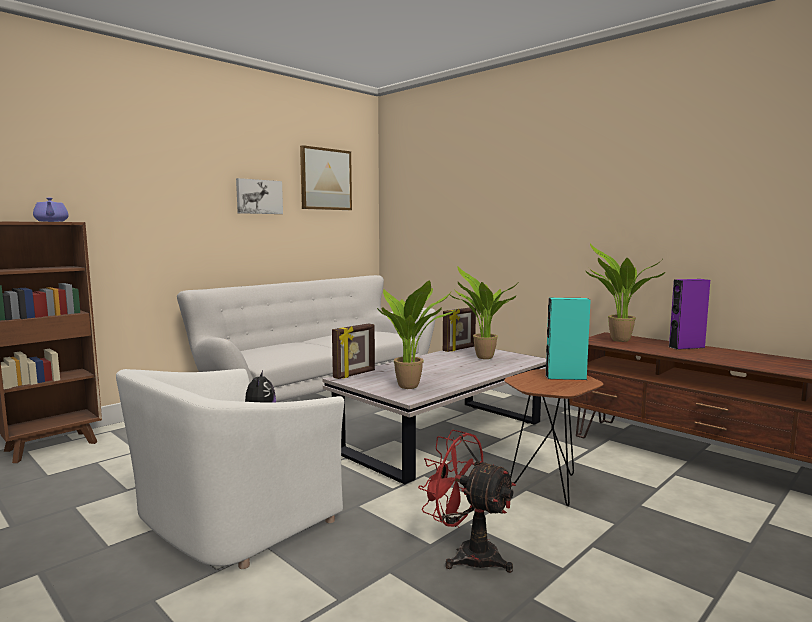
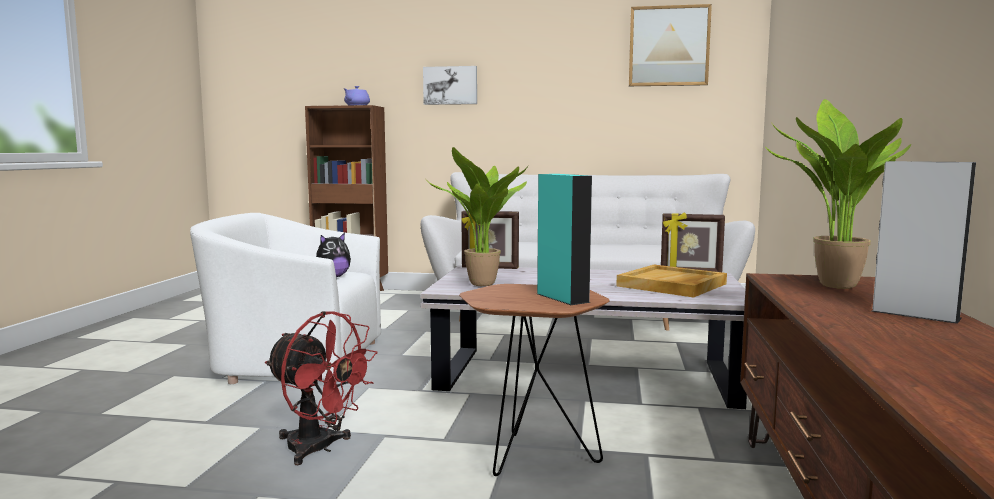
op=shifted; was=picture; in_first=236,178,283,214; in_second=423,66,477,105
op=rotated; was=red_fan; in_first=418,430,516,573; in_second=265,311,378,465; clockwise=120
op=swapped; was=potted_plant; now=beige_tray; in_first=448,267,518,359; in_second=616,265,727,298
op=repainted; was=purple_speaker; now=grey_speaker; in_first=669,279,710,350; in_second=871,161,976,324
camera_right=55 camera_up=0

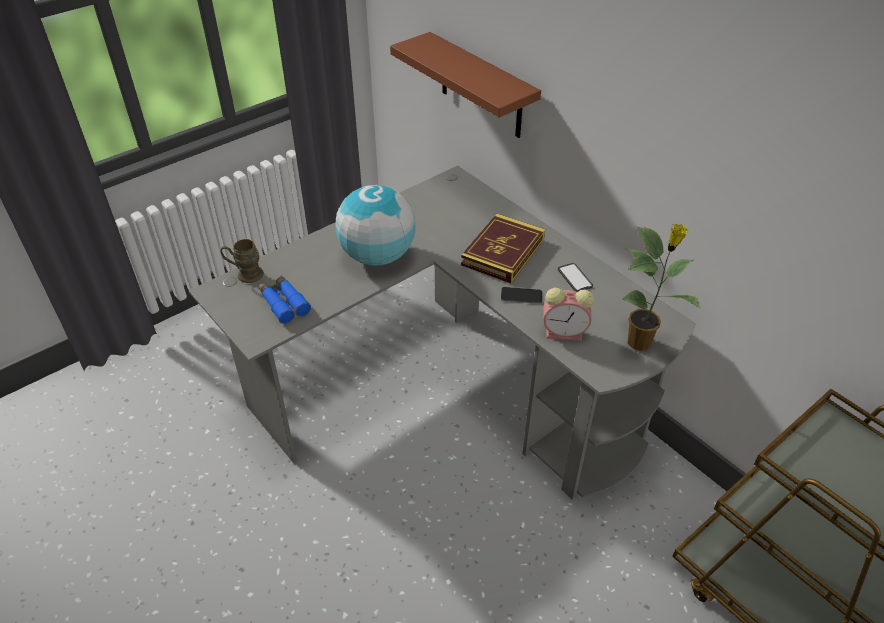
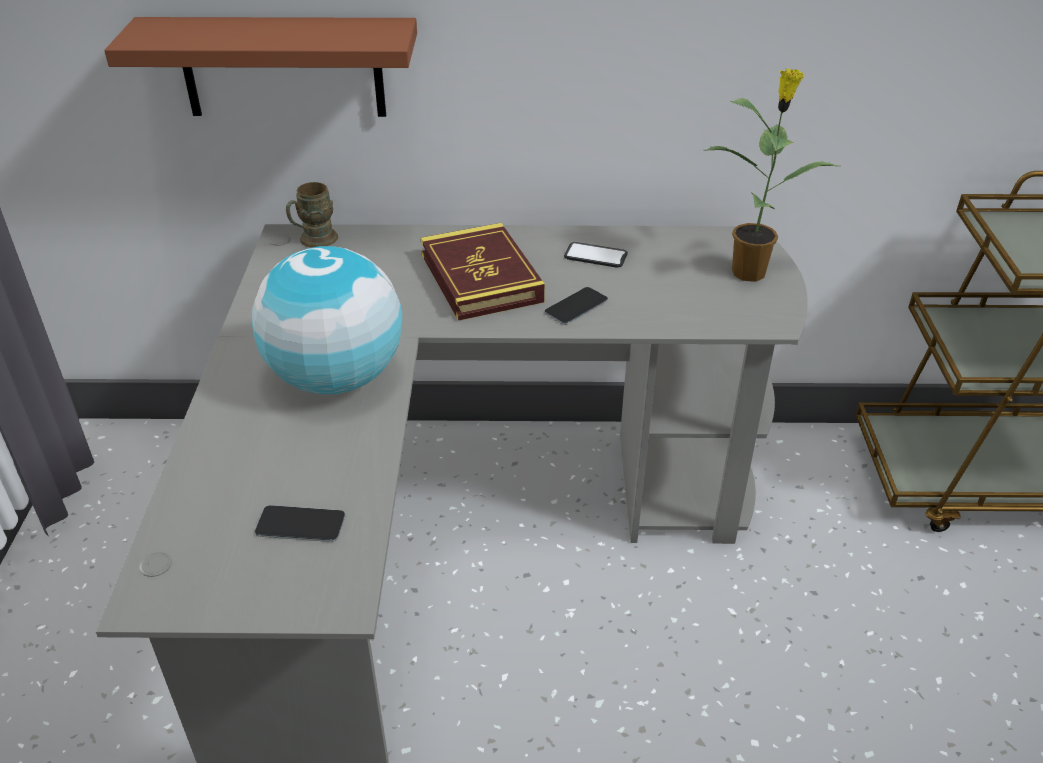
op=shifted; was=brown_mug; in_first=220,239,264,283; in_second=286,182,338,248
op=swapped; was=blue_binoculars; now=phone; in_first=259,275,311,324; in_second=255,505,345,542
op=gone; was=alarm_clock; in_first=543,288,594,341
camera_right=-50 camera_up=-5

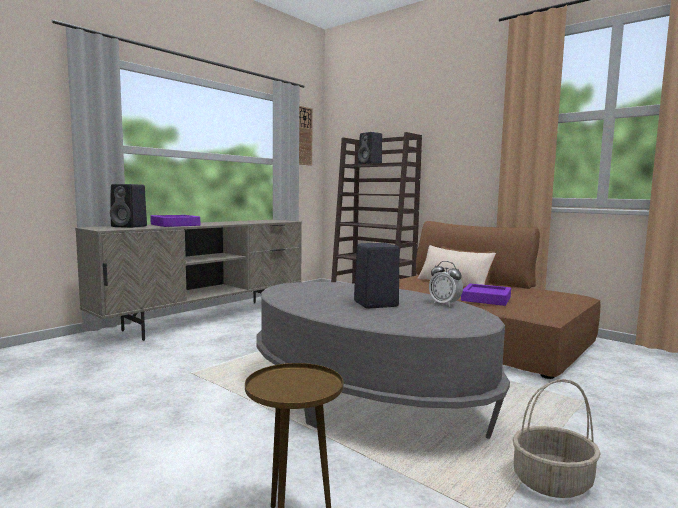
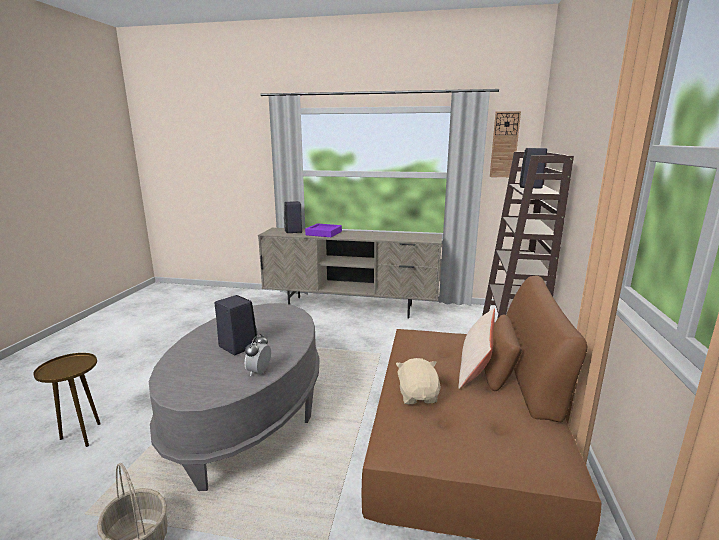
op=swapped; was=purple_tray; now=beige_plush_toy; in_first=461,283,511,306; in_second=396,358,441,404
camera_right=60 camera_up=10

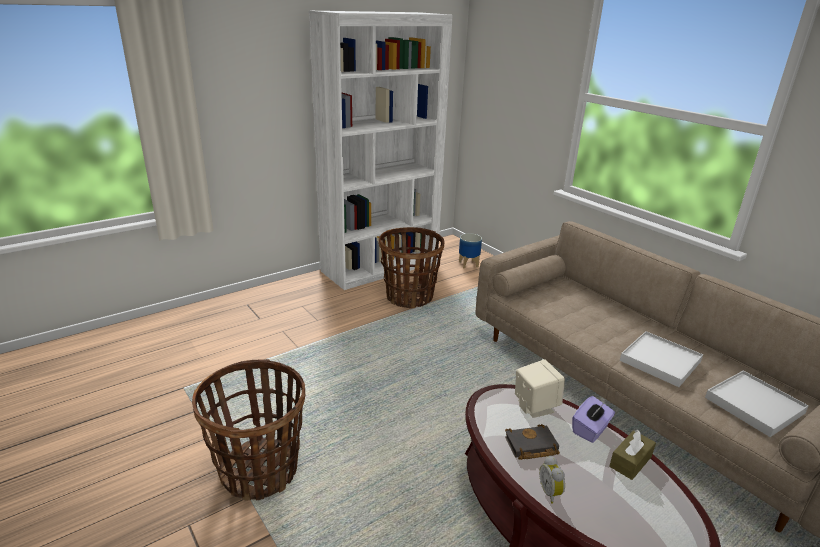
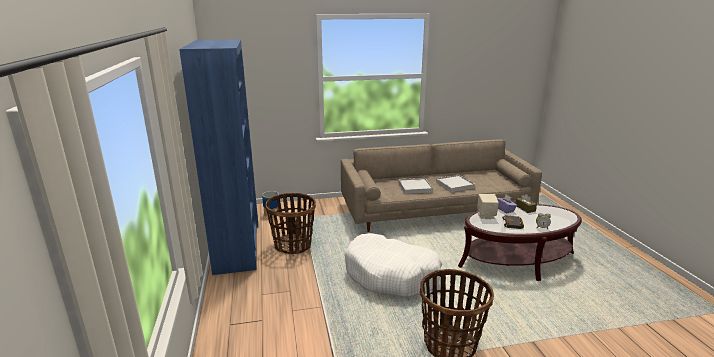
op=repainted; was=white_bookcase; now=blue_bookcase; in_first=309,11,453,290; in_second=179,39,258,275
op=shifted; was=white_tray; in_first=705,370,809,437; in_second=398,178,433,194
op=new; now=white_dog_bed; in_second=345,233,442,298
camera_right=-65 camera_up=-5

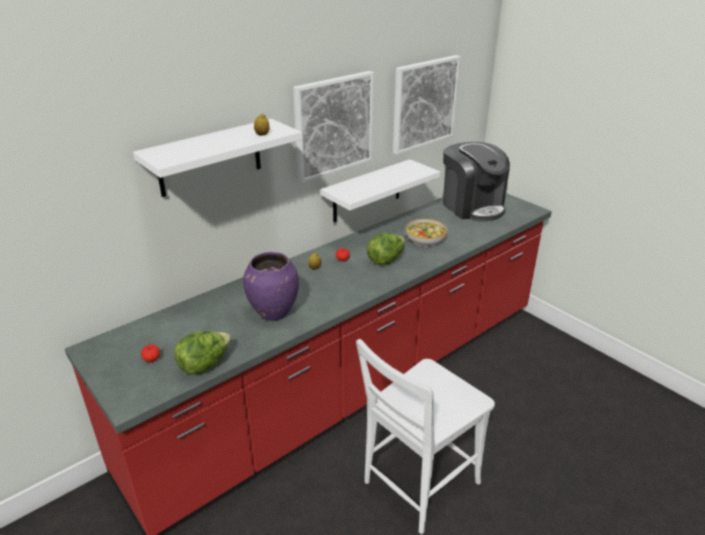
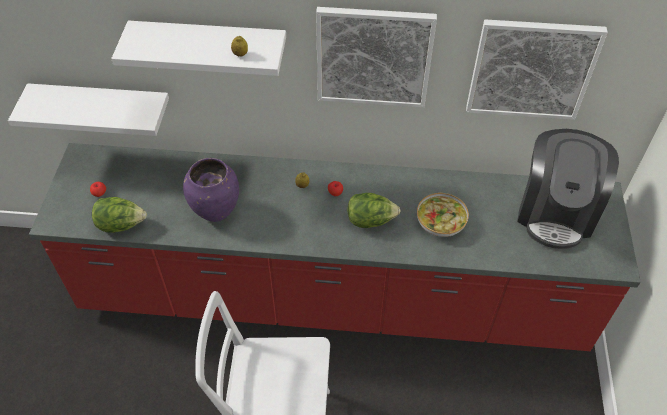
op=shifted; was=white_shelf; in_first=320,159,440,222; in_second=8,83,169,136
camera_right=45 camera_up=20

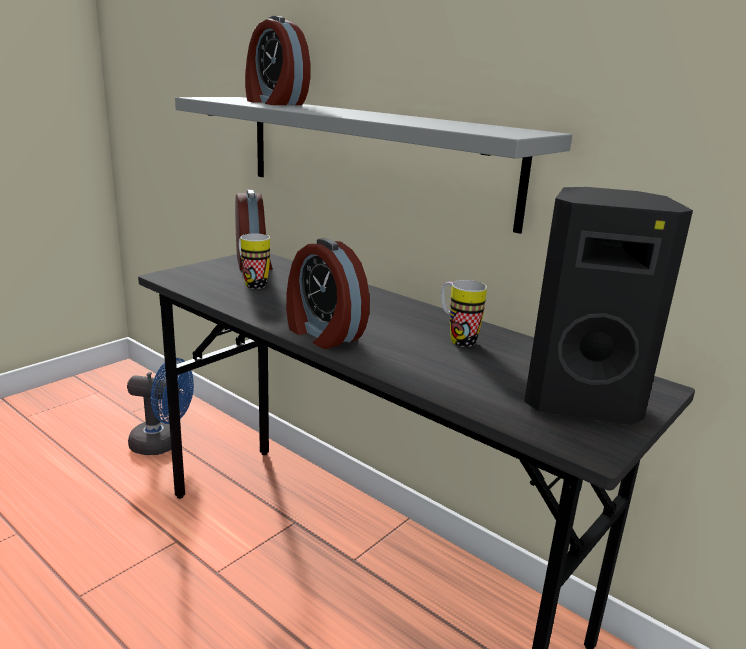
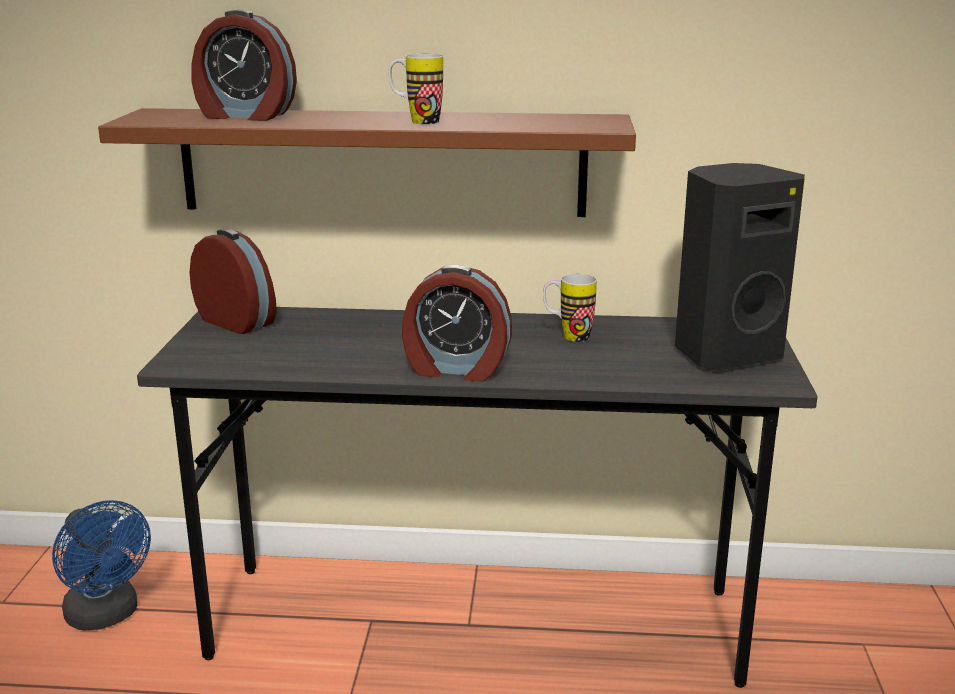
op=rotated; was=blue_fan; in_first=127,358,194,455; in_second=52,500,151,630; clockwise=75
op=repainted; was=grey_shelf; now=brown_shelf; in_first=175,97,572,234; in_second=98,108,636,217
op=shifted; was=mug; in_first=239,233,270,289; in_second=388,54,443,124
camera_right=-35 camera_up=0

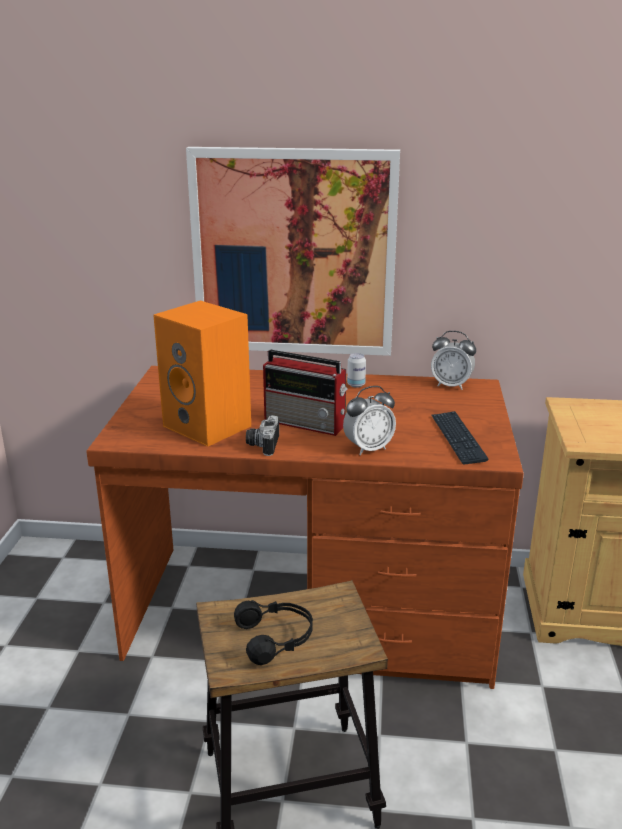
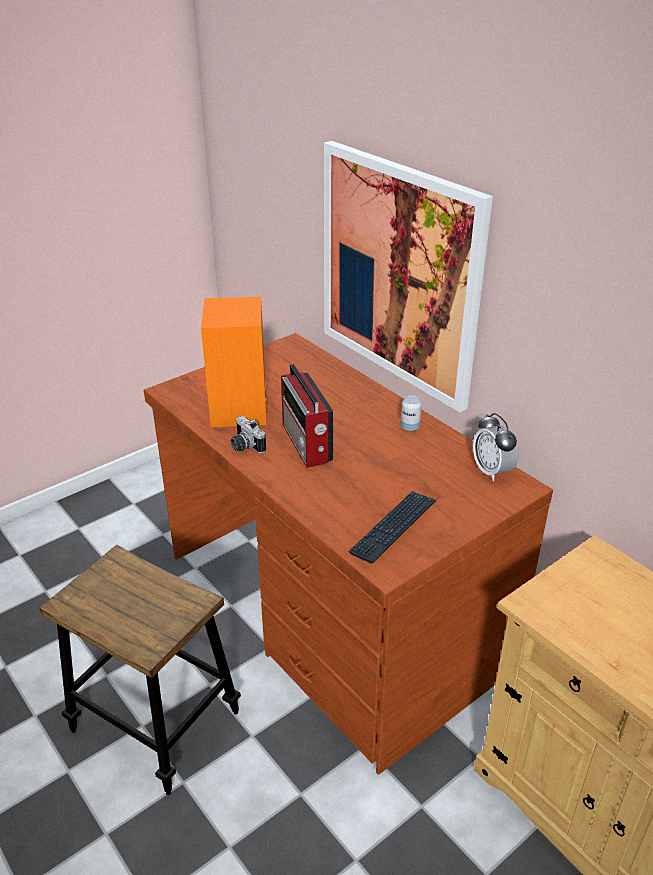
op=gone; was=black_headphones; in_first=234,600,313,665
op=rotated; was=photo_camera; in_first=246,415,279,456; in_second=231,416,266,453; clockwise=-90
op=gone; was=alarm_clock; in_first=343,386,396,455
camera_right=45 camera_up=10

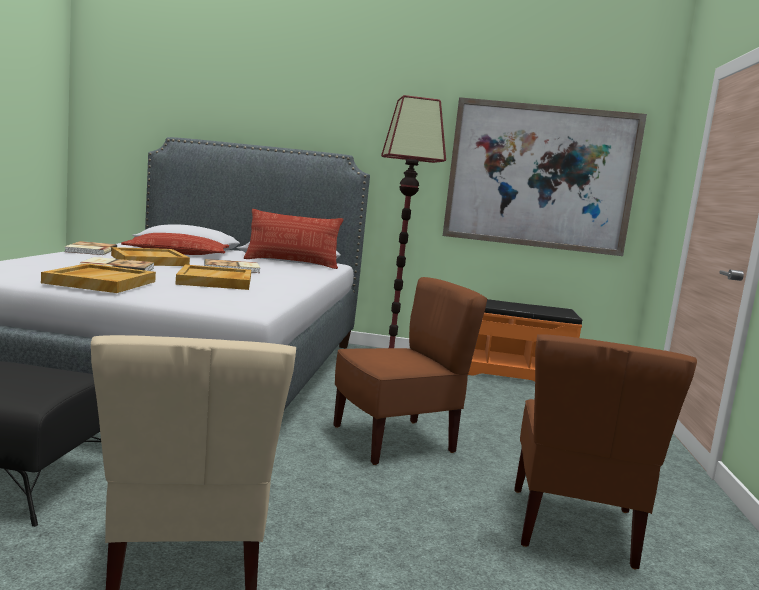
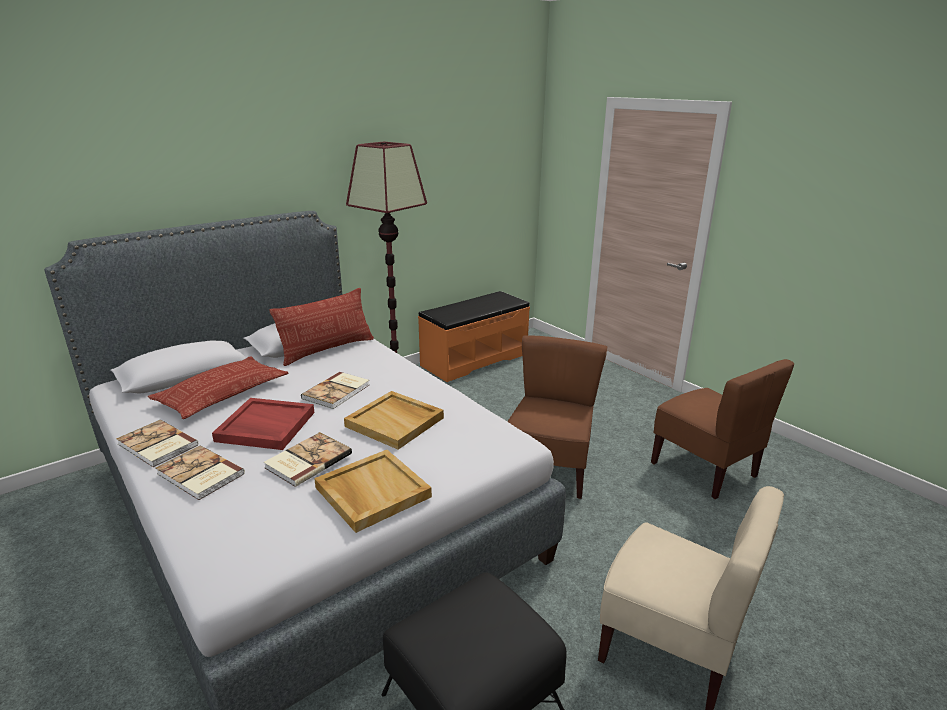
op=repainted; was=beige_tray; now=red_tray; in_first=111,247,190,266; in_second=212,398,315,450
op=gone; was=picture; in_first=443,97,647,256
op=new; now=book; in_second=156,446,245,500
camera_right=-45 camera_up=15

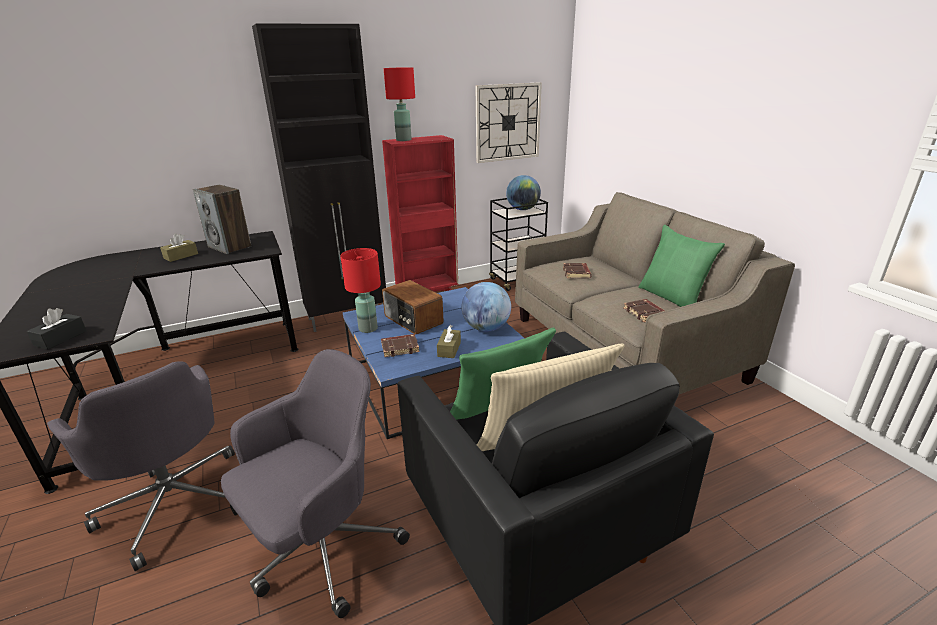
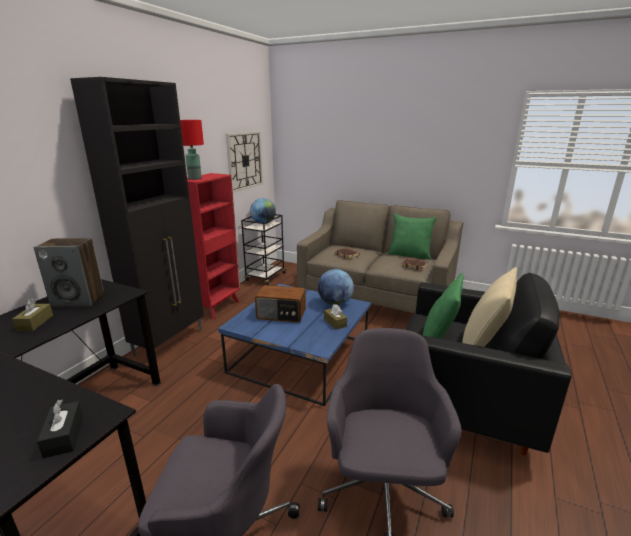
op=gone; was=red_table_lamp; in_first=340,248,381,333
op=gone; was=brown_book; in_first=381,334,420,357
camera_right=-40 camera_up=-5

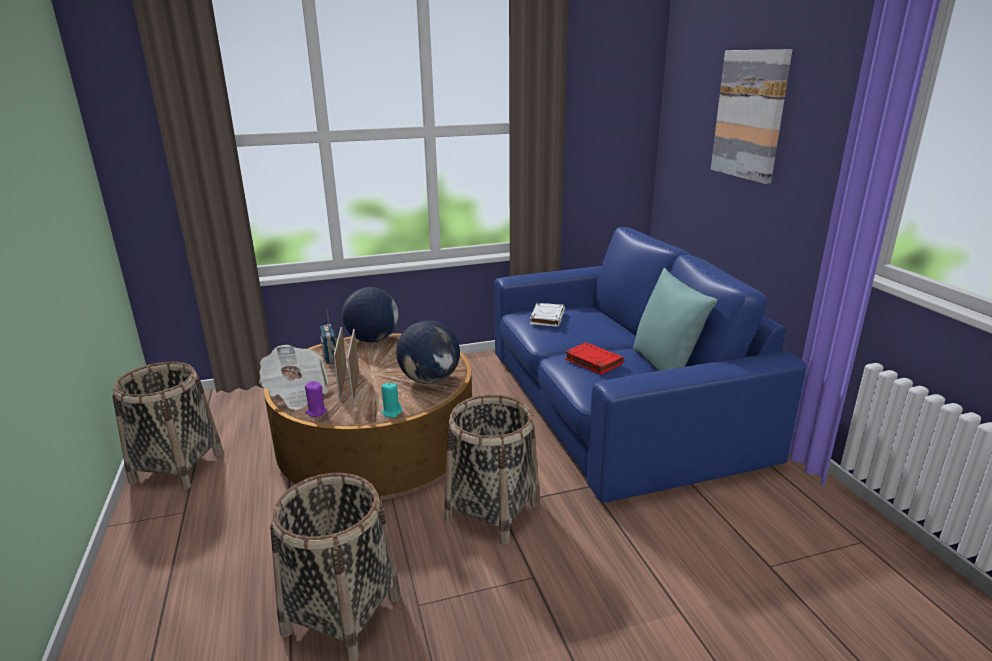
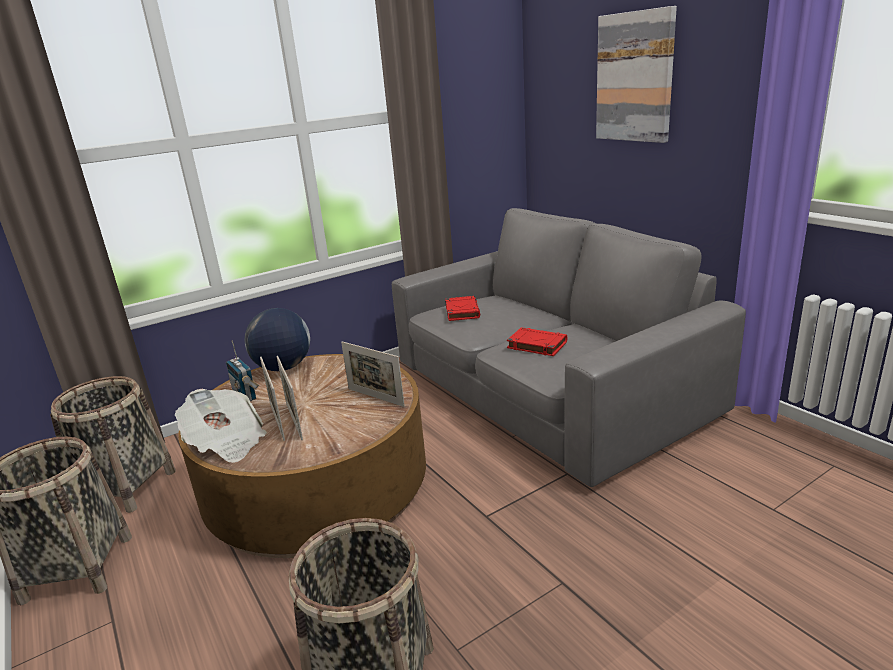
op=gone; was=purple_candle; in_first=305,381,328,417
op=gone; was=turquoise_candle; in_first=381,382,402,418
op=swapped; was=globe; now=picture_frame; in_first=396,321,460,384; in_second=341,341,405,407
op=shifted; was=basket; in_first=444,394,540,545; in_second=50,376,176,513
op=repainted; was=blue_sofa; now=grey_sofa; in_first=494,227,806,503; in_second=392,208,746,487
op=repainted; was=white_book; now=red_book; in_first=530,303,565,327; in_second=445,296,480,321
op=gone; was=turquoise_pillow; in_first=633,267,717,371
camera_right=-15 camera_up=0

